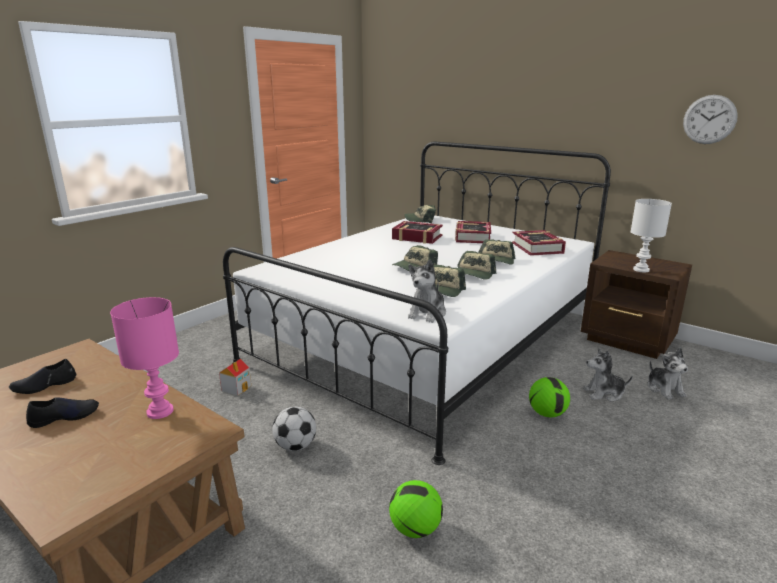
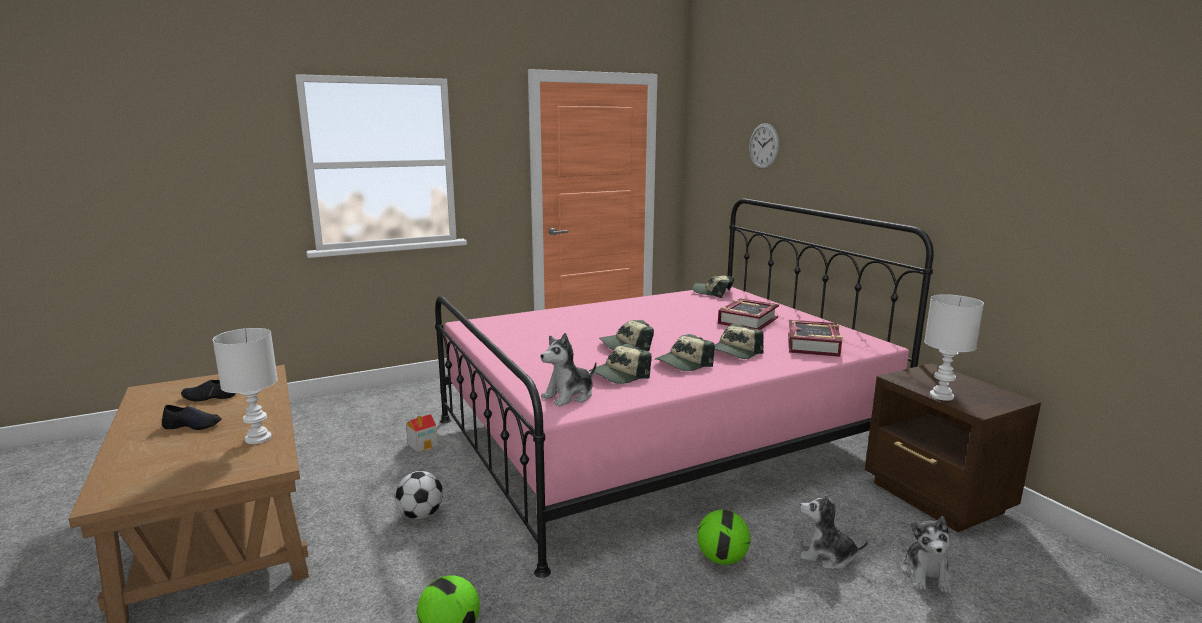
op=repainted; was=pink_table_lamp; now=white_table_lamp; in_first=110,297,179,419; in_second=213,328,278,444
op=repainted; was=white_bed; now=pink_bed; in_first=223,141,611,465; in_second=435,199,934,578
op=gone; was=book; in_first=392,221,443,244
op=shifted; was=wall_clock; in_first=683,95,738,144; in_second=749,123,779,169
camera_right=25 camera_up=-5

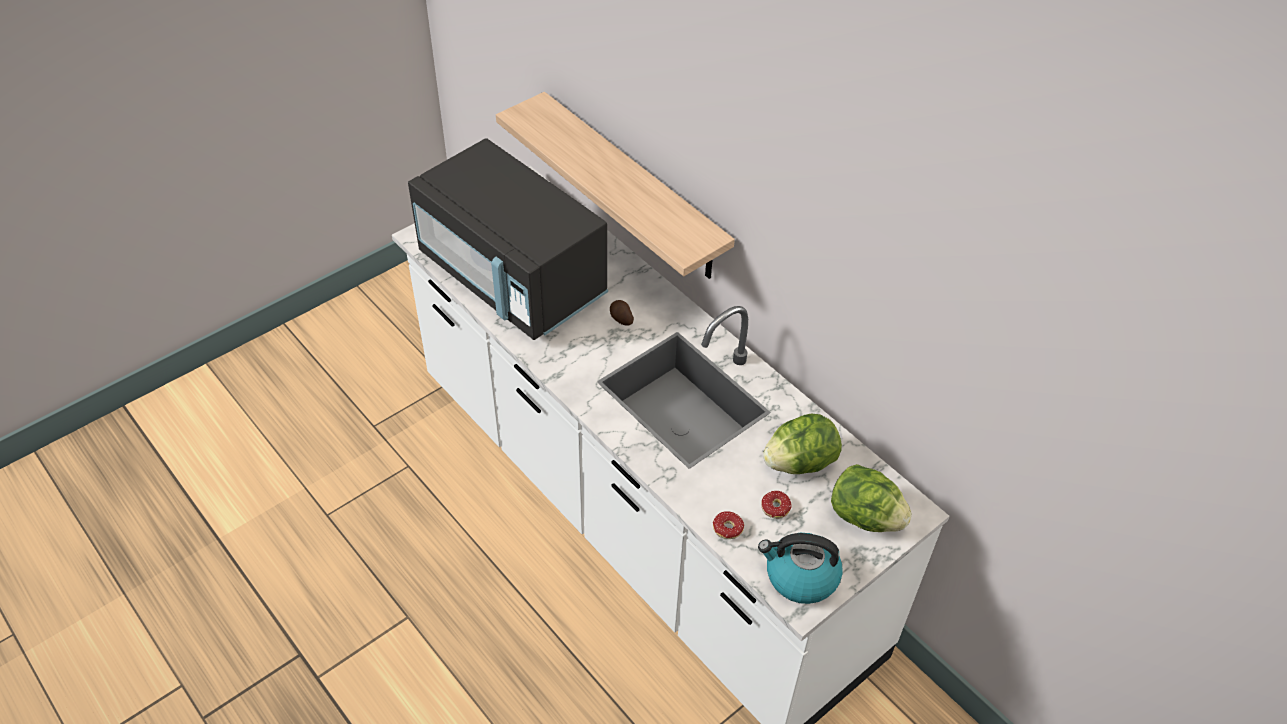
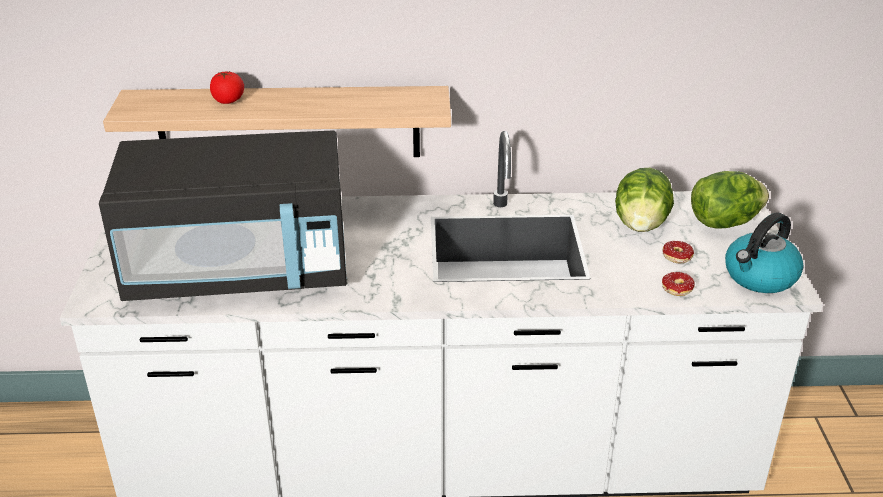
op=gone; was=potato; in_first=610,300,634,326
op=new; now=tomato; in_second=210,71,244,104
camera_right=-50 camera_up=-15

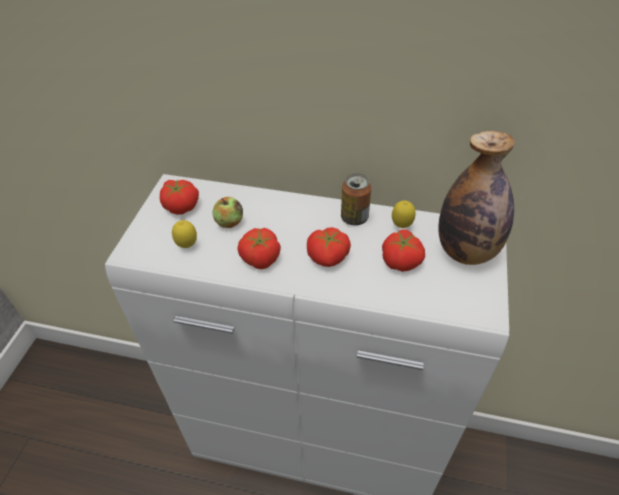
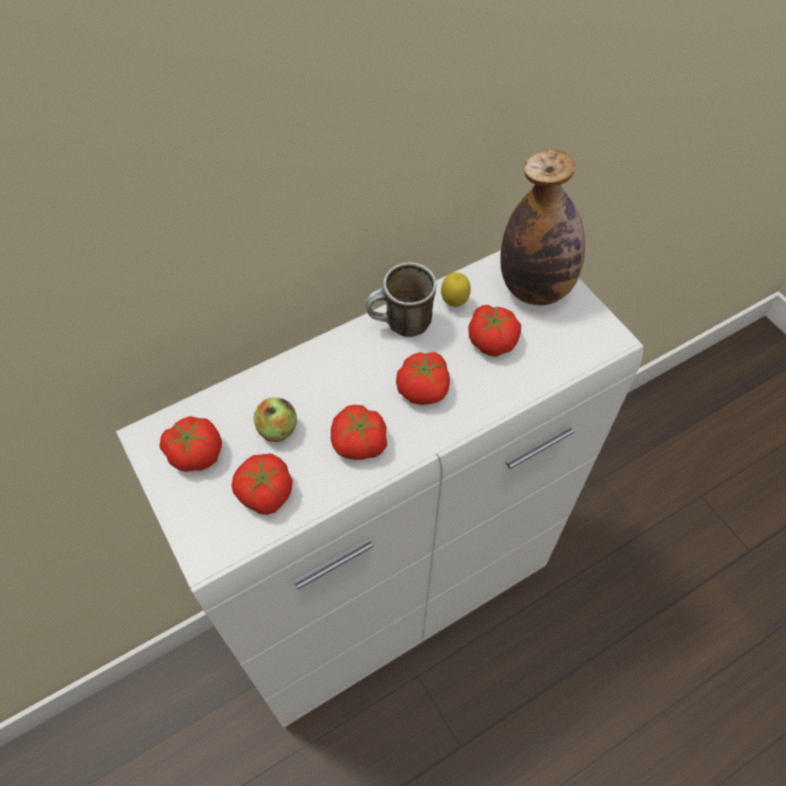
op=swapped; was=lemon; now=tomato; in_first=172,220,197,248; in_second=231,453,293,515
op=swapped; was=can; now=mug; in_first=341,173,371,226; in_second=366,262,436,337
camera_right=-45 camera_up=10

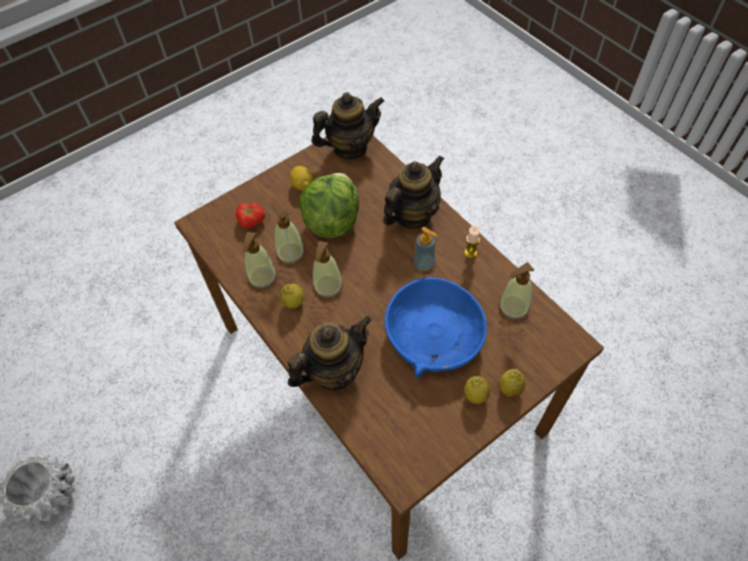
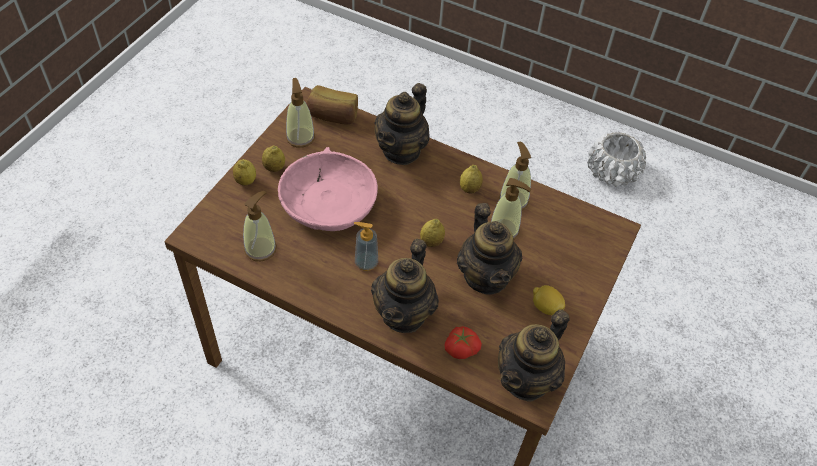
op=shifted; was=tomato; in_first=236,203,265,229; in_second=444,326,482,359
op=swapped; was=lettuce; now=teapot; in_first=299,173,359,238; in_second=457,203,522,295
op=shifted; was=soap_dispenser; in_first=313,241,343,299; in_second=286,78,315,148
op=repainted; was=blue_bowl; now=pink_bowl; in_first=385,277,487,378; in_second=278,147,378,231
op=gone; was=candle; in_first=464,226,480,259
op=new; now=bread; in_second=306,85,358,125
op=new; now=lemon; in_second=420,219,445,247
camera_right=150 camera_up=-5

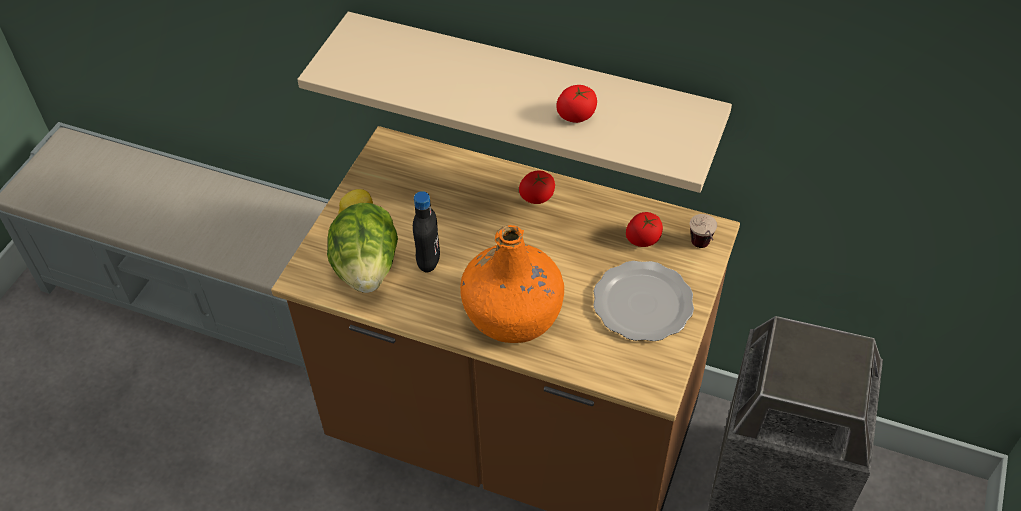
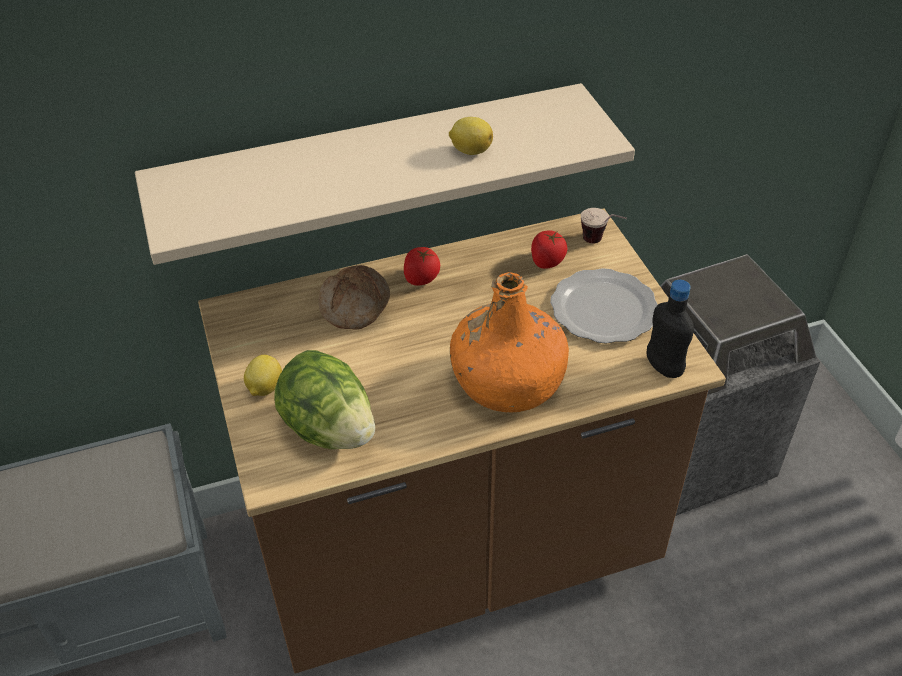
op=shifted; was=black_bottle; in_first=413,191,440,273; in_second=646,280,694,378
op=swapped; was=tomato; now=lemon; in_first=556,85,597,123; in_second=449,117,493,155
op=new; now=bread; in_second=318,265,390,330
camera_right=-40 camera_up=-5

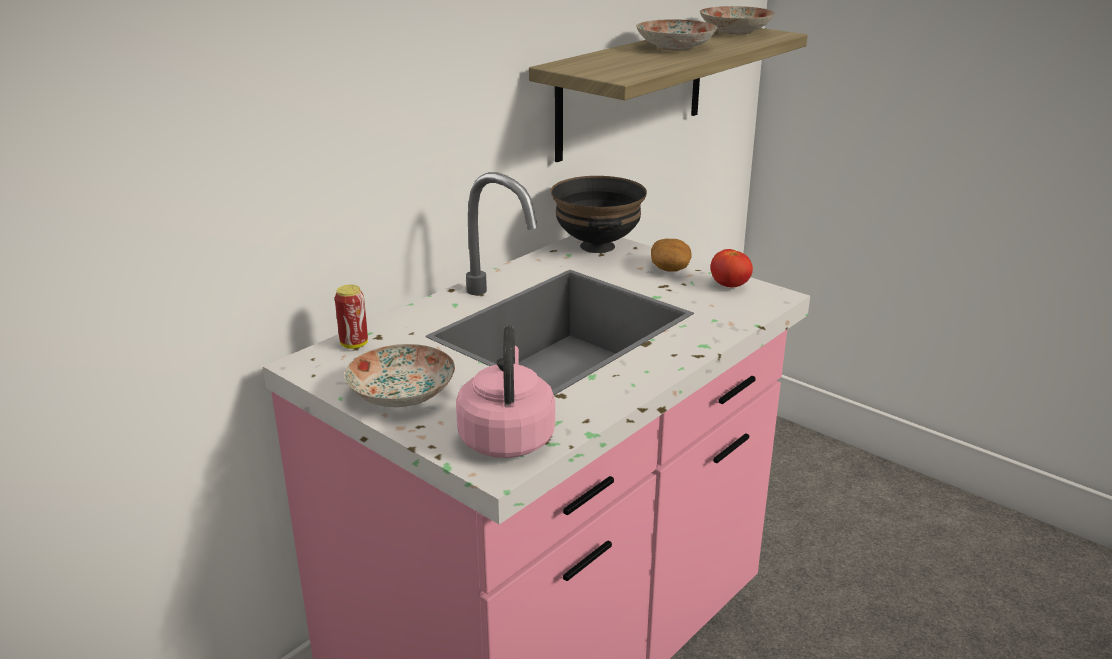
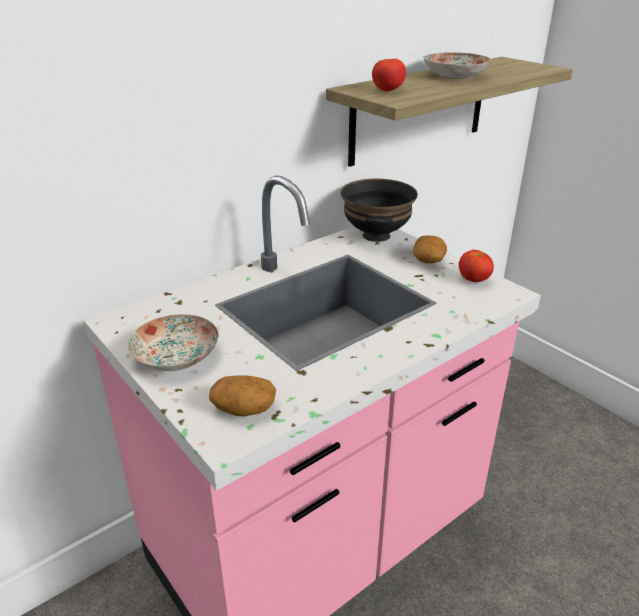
op=gone; was=can; in_first=335,285,368,349
op=swapped; was=pink_kettle; now=potato; in_first=456,326,555,458; in_second=209,375,276,416
op=gone; was=plate; in_first=700,6,775,34
op=new; now=tomato; in_second=372,59,406,91
camera_right=10 camera_up=5

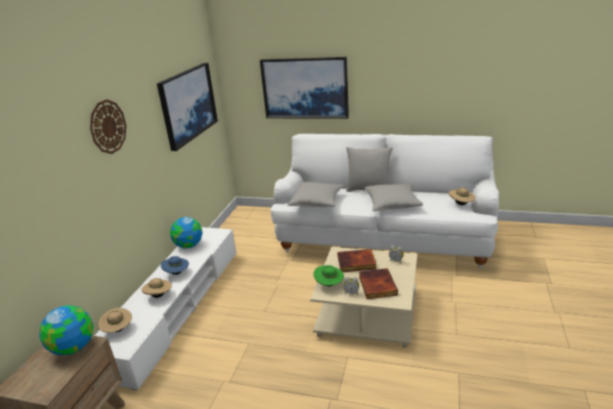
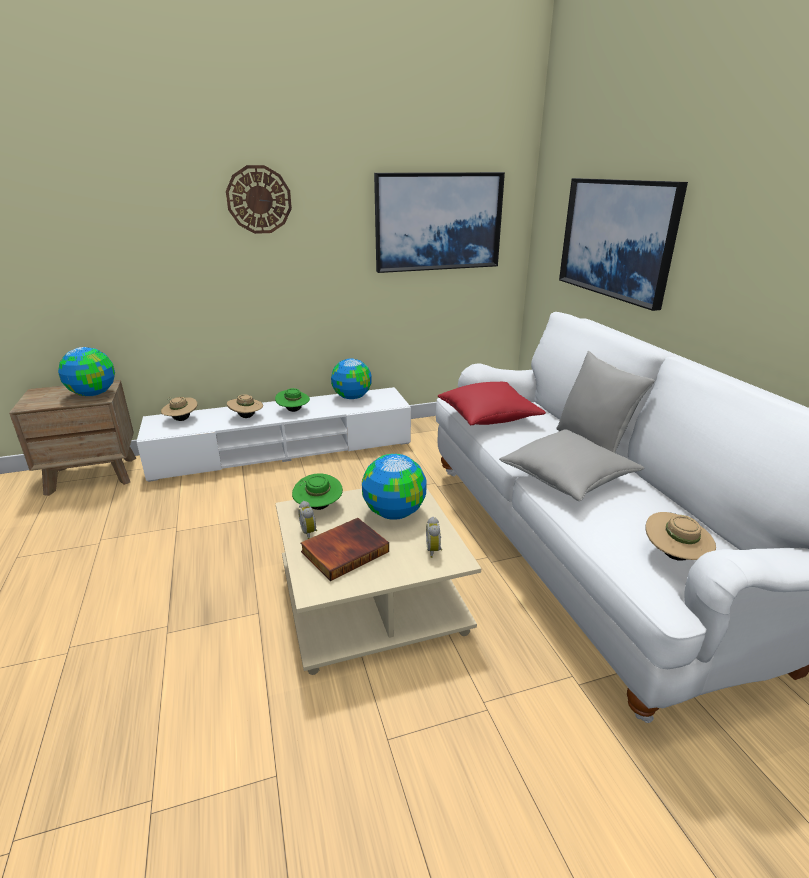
op=repainted; was=blue_hat; now=green_hat; in_first=161,256,189,275; in_second=275,388,310,412
op=repainted; was=grey_pillow; now=red_pillow; in_first=287,182,344,207; in_second=438,382,546,425
op=swapped; was=book; now=globe; in_first=337,249,376,272; in_second=362,454,427,520
camera_right=55 camera_up=0

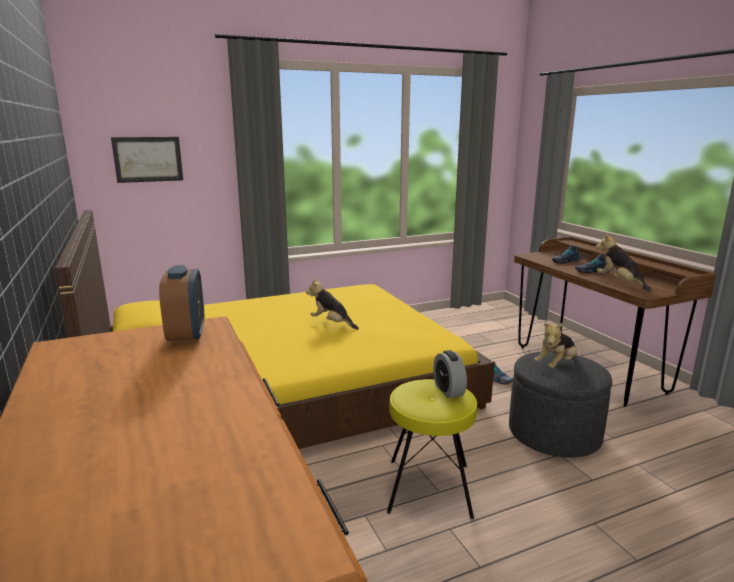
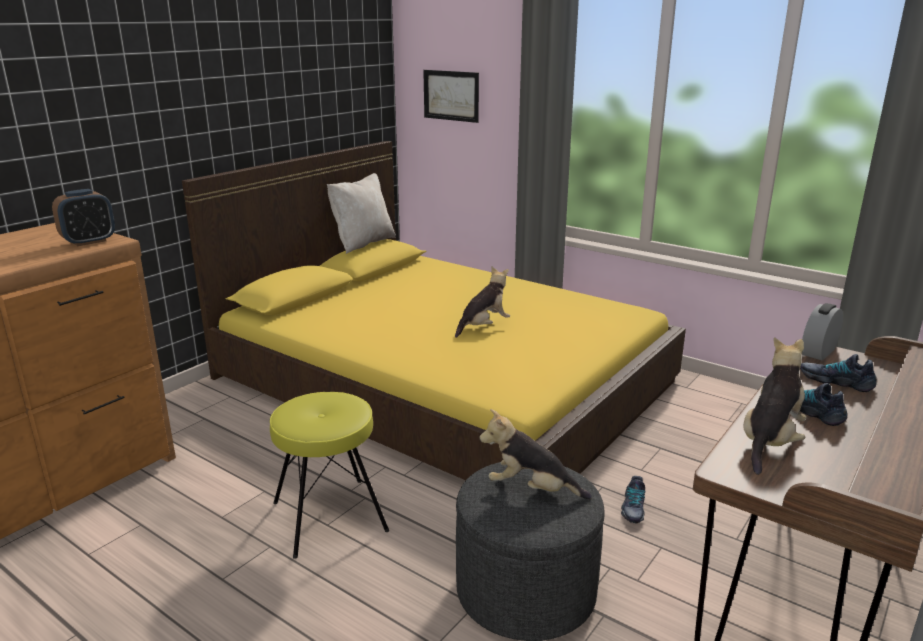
op=rotated; was=plush_toy; in_first=306,278,359,330; in_second=455,267,510,338; clockwise=45
op=shifted; was=alarm_clock; in_first=433,350,467,398; in_second=802,303,843,360
op=new; now=beige_pillow; in_second=327,173,396,254
camera_right=60 camera_up=5

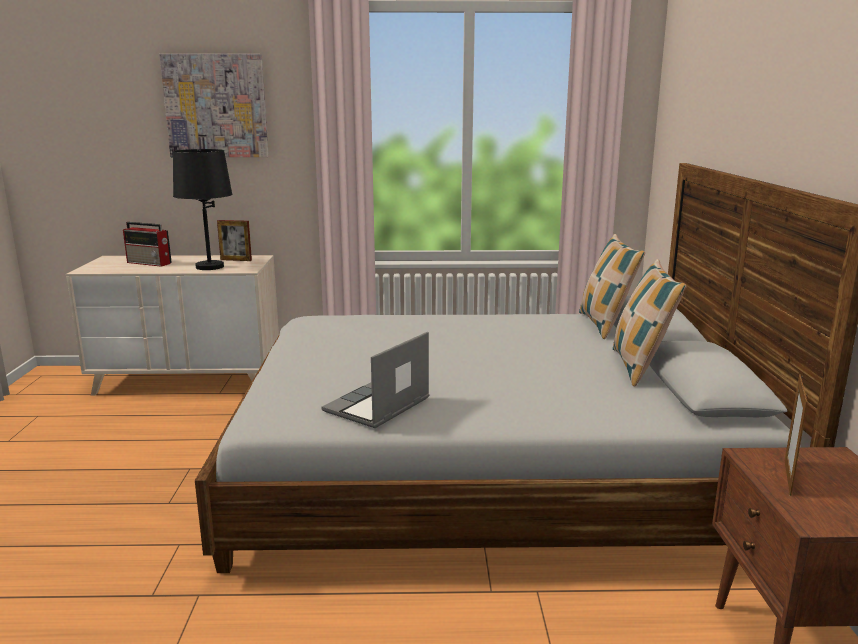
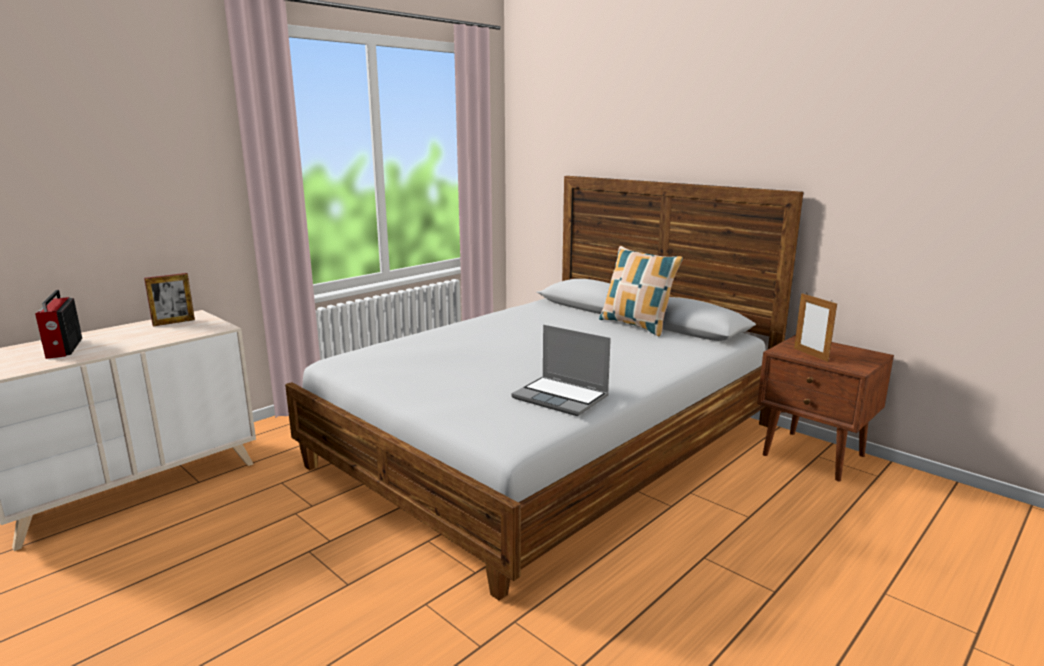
op=rotated; was=radio; in_first=123,222,172,267; in_second=35,290,82,359; clockwise=90
op=gone; was=picture; in_first=159,54,269,157
op=gone; was=black_table_lamp; in_first=173,149,232,270
op=rotated; was=laptop; in_first=321,332,429,428; in_second=511,325,611,416; clockwise=-45
op=gone; was=pillow; in_first=579,234,645,339
camera_right=-45 camera_up=0

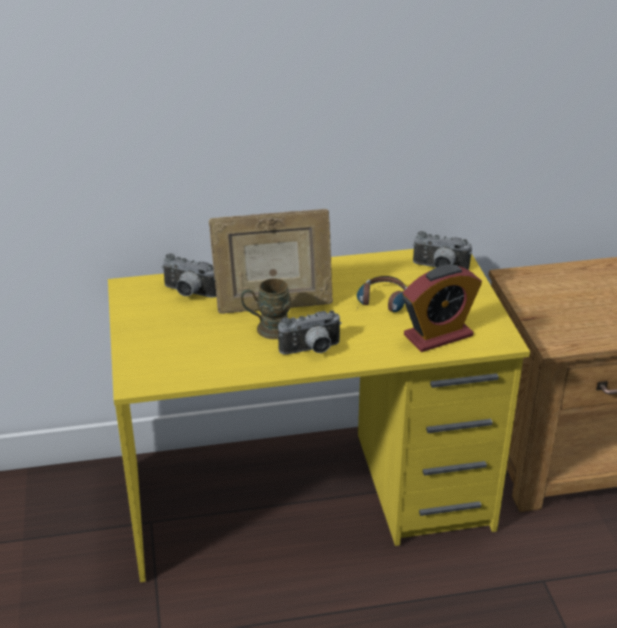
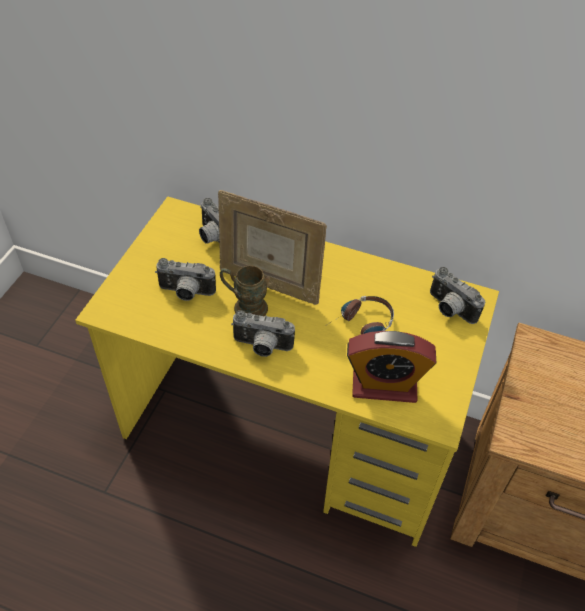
op=new; now=photo_camera; in_second=155,258,216,301
camera_right=30 camera_up=15

